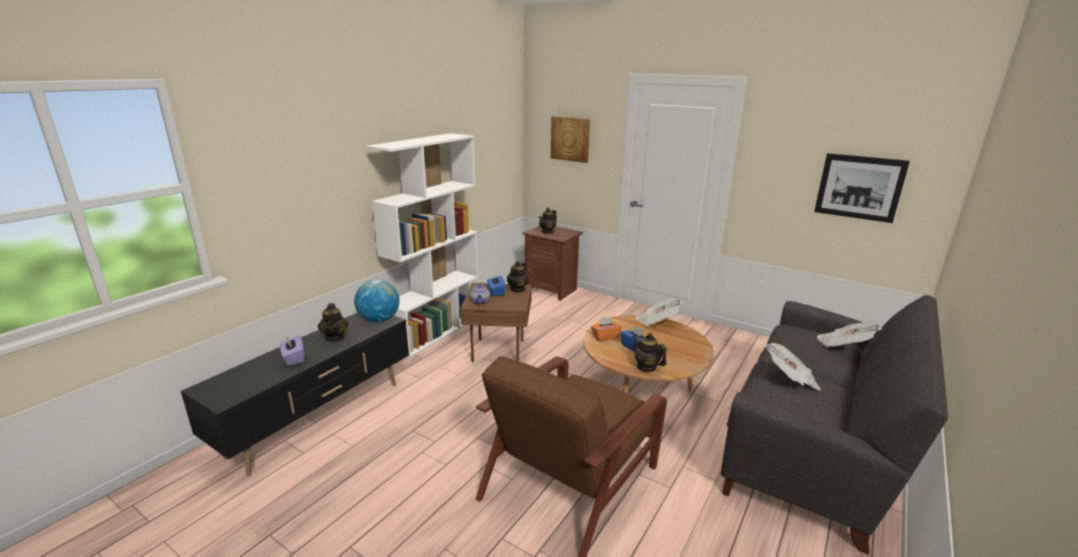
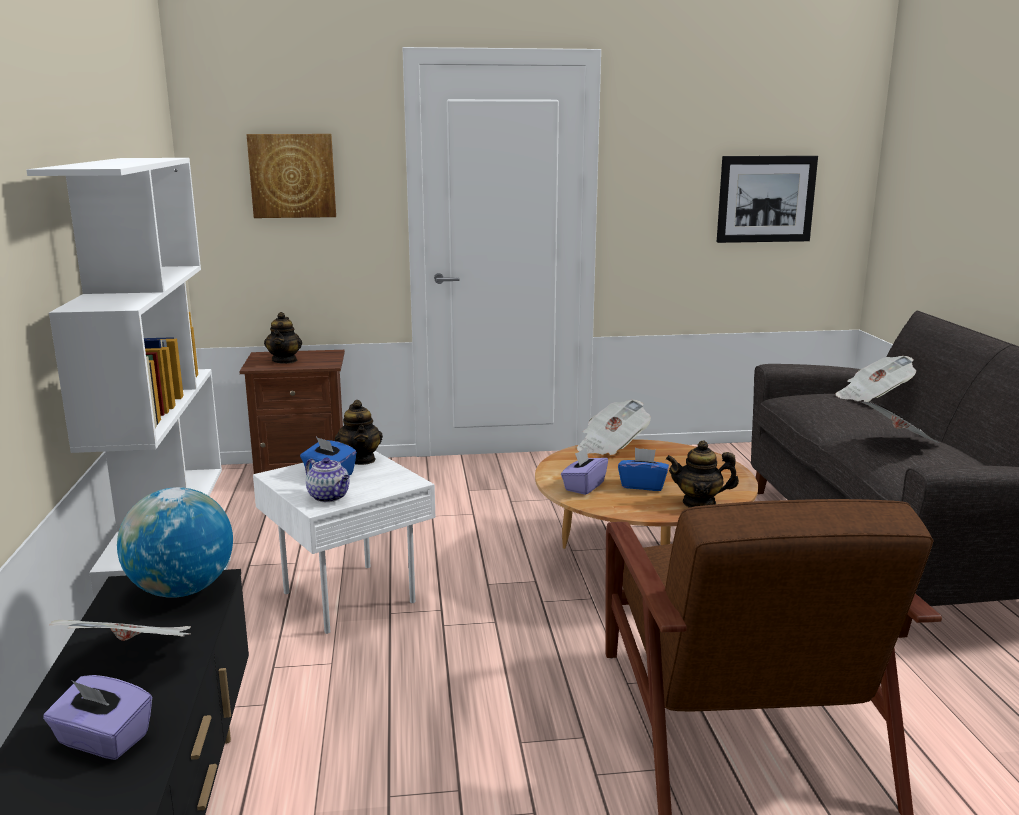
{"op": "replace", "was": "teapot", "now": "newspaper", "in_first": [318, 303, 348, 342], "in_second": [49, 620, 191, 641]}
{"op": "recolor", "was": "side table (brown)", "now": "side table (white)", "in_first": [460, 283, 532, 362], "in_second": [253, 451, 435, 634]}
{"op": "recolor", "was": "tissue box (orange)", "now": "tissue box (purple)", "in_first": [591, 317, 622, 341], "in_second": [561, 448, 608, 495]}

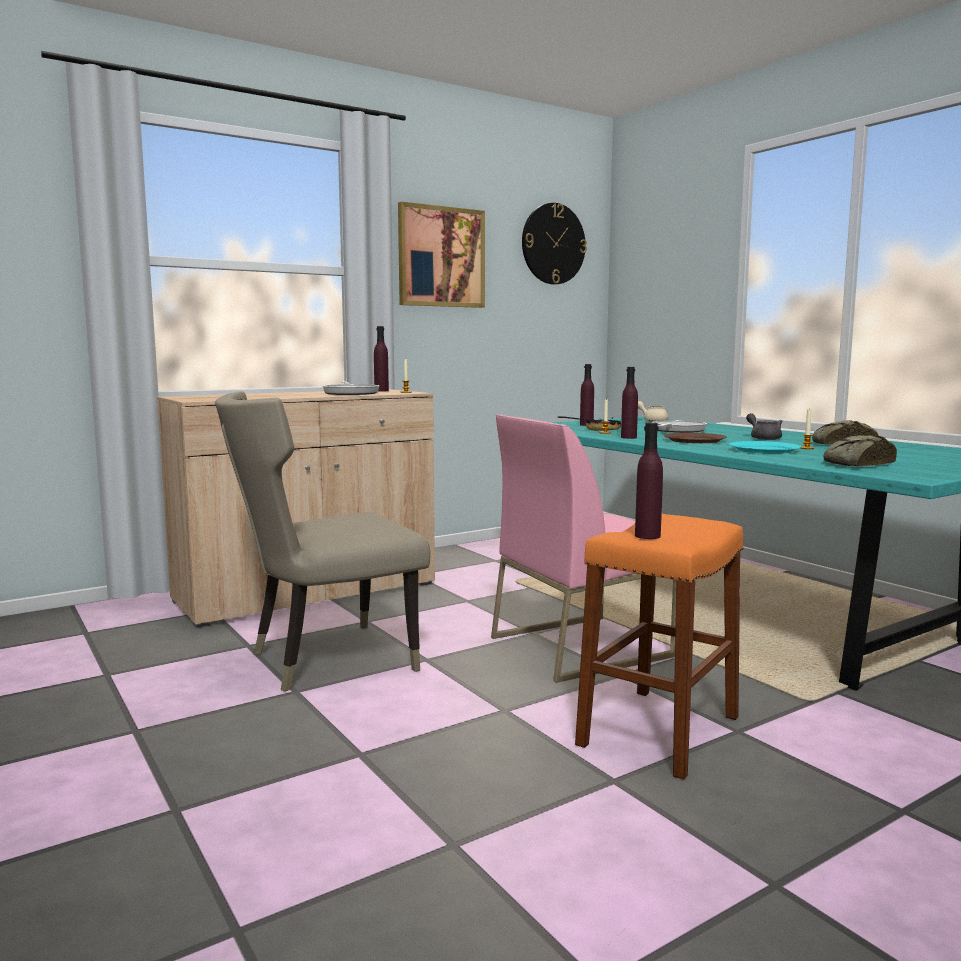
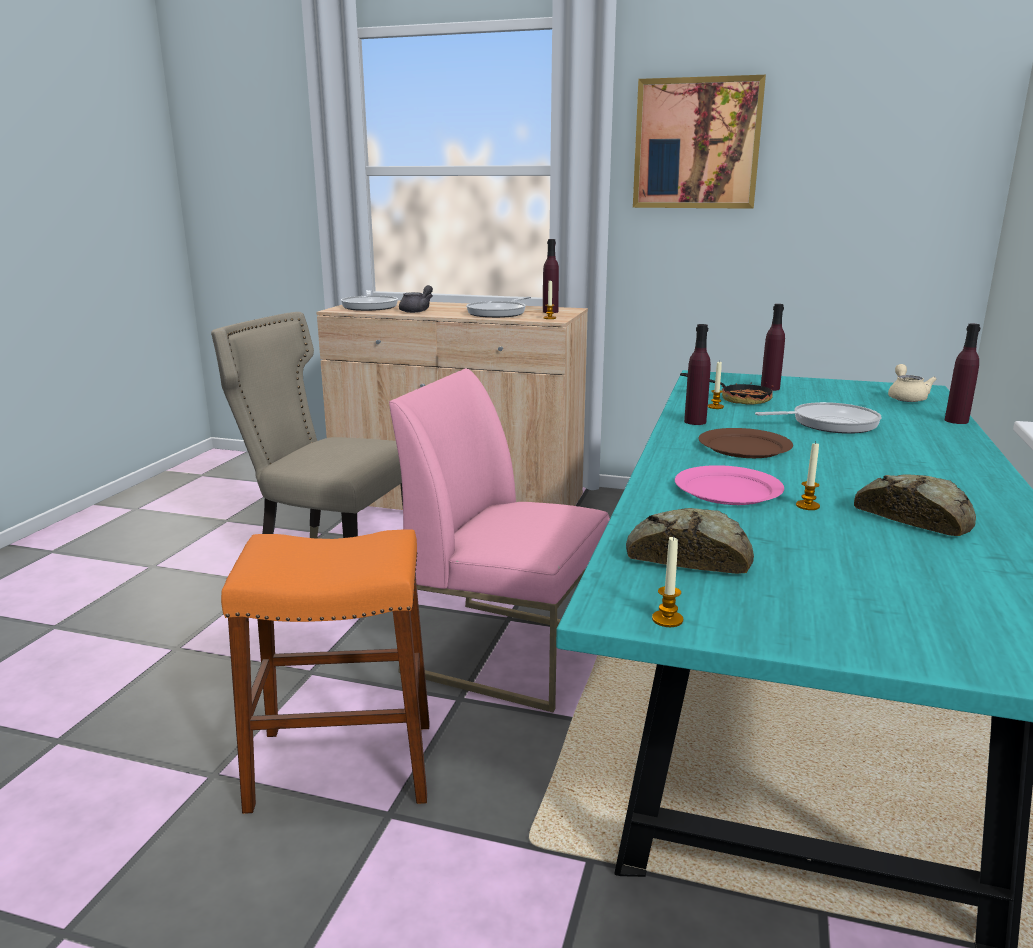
{"op": "delete", "was": "wall clock", "in_first": [522, 203, 587, 285]}
{"op": "move", "was": "bottle (purple)", "in_first": [635, 423, 663, 539], "in_second": [945, 323, 980, 424]}
{"op": "recolor", "was": "plate (turquoise)", "now": "plate (pink)", "in_first": [729, 441, 801, 454], "in_second": [675, 465, 784, 505]}
{"op": "move", "was": "teapot (grey)", "in_first": [746, 413, 783, 440], "in_second": [399, 285, 433, 313]}
{"op": "insert", "now": "frying pan", "in_second": [341, 290, 398, 311]}
{"op": "insert", "now": "candle", "in_second": [652, 535, 683, 627]}

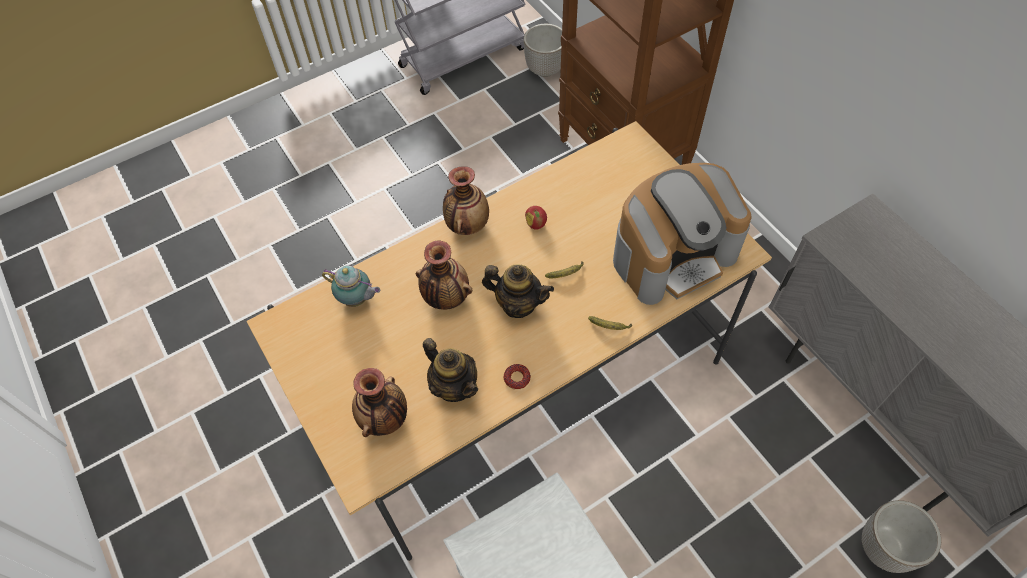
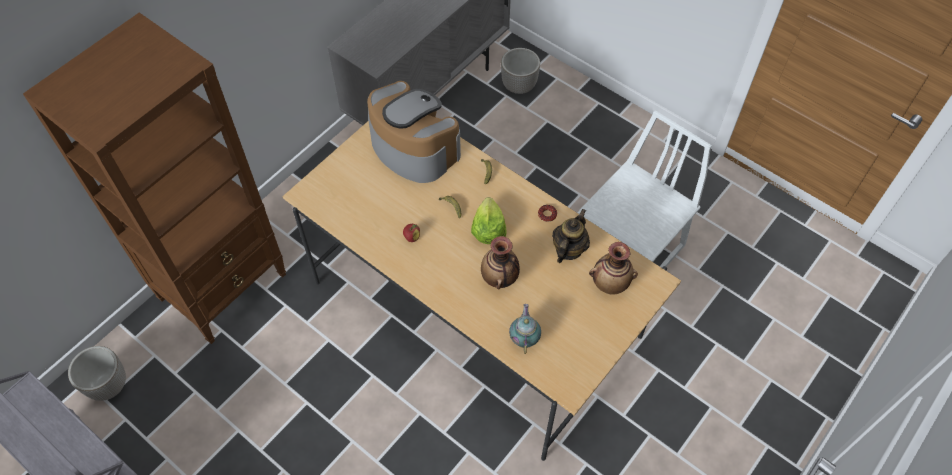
{"op": "delete", "was": "vase", "in_first": [443, 166, 489, 235]}
{"op": "replace", "was": "teapot", "now": "lettuce", "in_first": [482, 264, 554, 318], "in_second": [471, 197, 507, 244]}

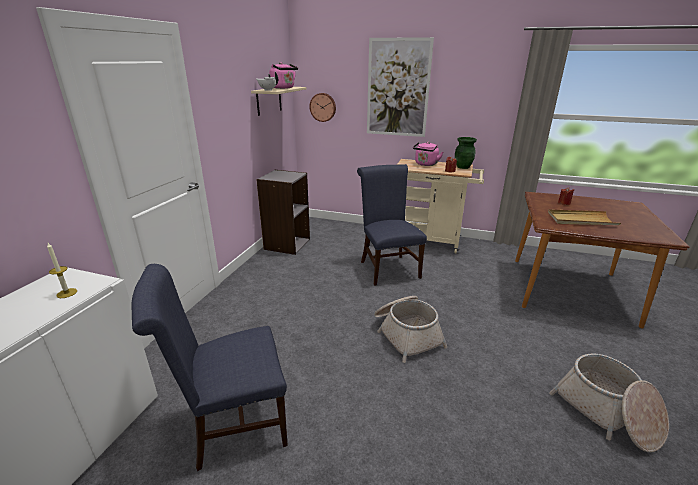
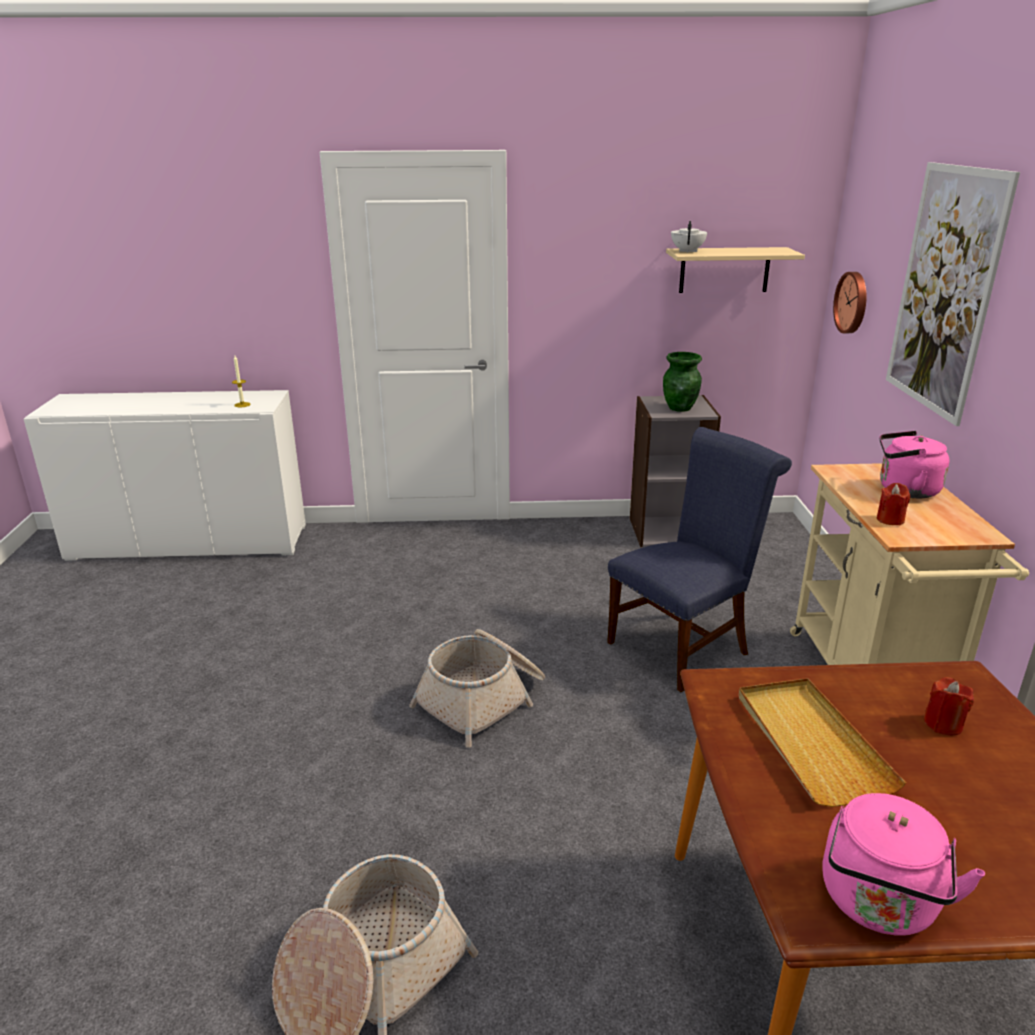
{"op": "delete", "was": "chair (blue)", "in_first": [132, 264, 288, 472]}
{"op": "move", "was": "kettle (pink)", "in_first": [269, 62, 298, 89], "in_second": [822, 793, 985, 936]}
{"op": "move", "was": "vase (green)", "in_first": [455, 137, 477, 169], "in_second": [663, 352, 702, 412]}

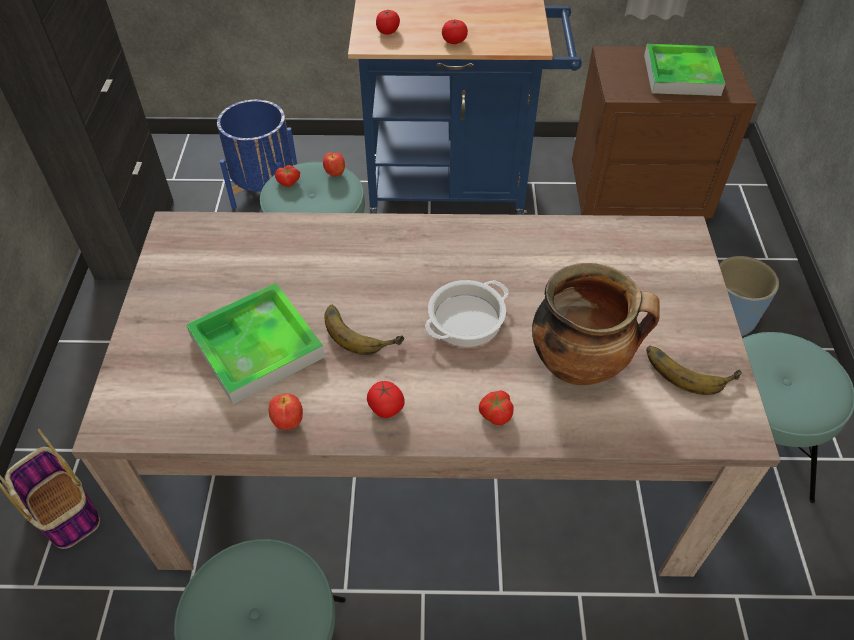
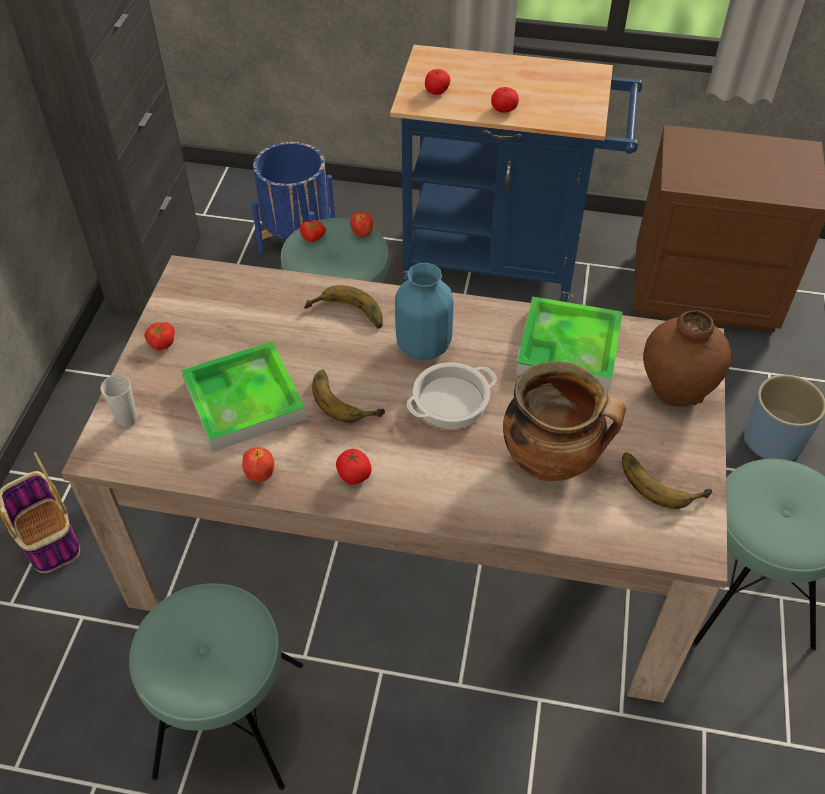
{"op": "move", "was": "tomato", "in_first": [479, 390, 514, 425], "in_second": [144, 322, 175, 350]}
{"op": "move", "was": "tray", "in_first": [644, 44, 725, 96], "in_second": [515, 296, 622, 391]}
{"op": "insert", "now": "cup", "in_second": [100, 375, 138, 427]}
{"op": "insert", "now": "banana", "in_second": [304, 285, 383, 329]}
{"op": "insert", "now": "vase (blue)", "in_second": [395, 263, 453, 360]}
{"op": "insert", "now": "vase (brown)", "in_second": [643, 310, 731, 407]}

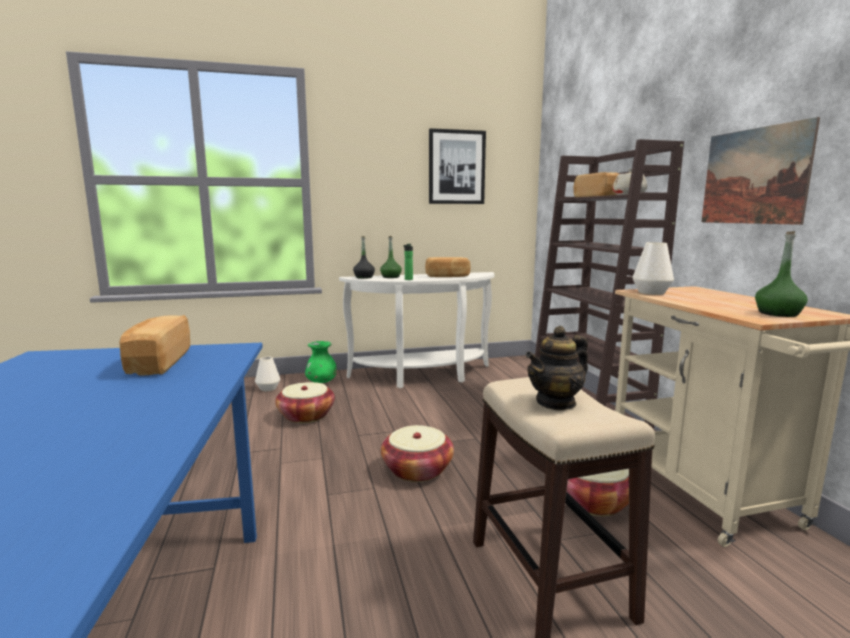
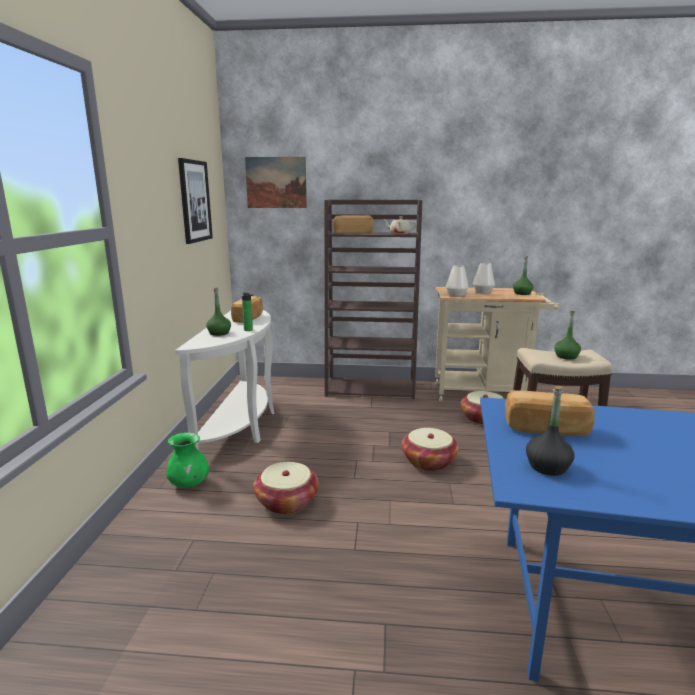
{"op": "move", "was": "vase (white)", "in_first": [255, 356, 280, 391], "in_second": [473, 263, 495, 293]}
{"op": "move", "was": "bottle (black)", "in_first": [353, 236, 375, 279], "in_second": [526, 386, 575, 476]}
{"op": "replace", "was": "teapot", "now": "bottle (green)", "in_first": [525, 326, 588, 411], "in_second": [554, 311, 581, 359]}
{"op": "move", "was": "picture", "in_first": [701, 117, 820, 225], "in_second": [245, 157, 307, 208]}

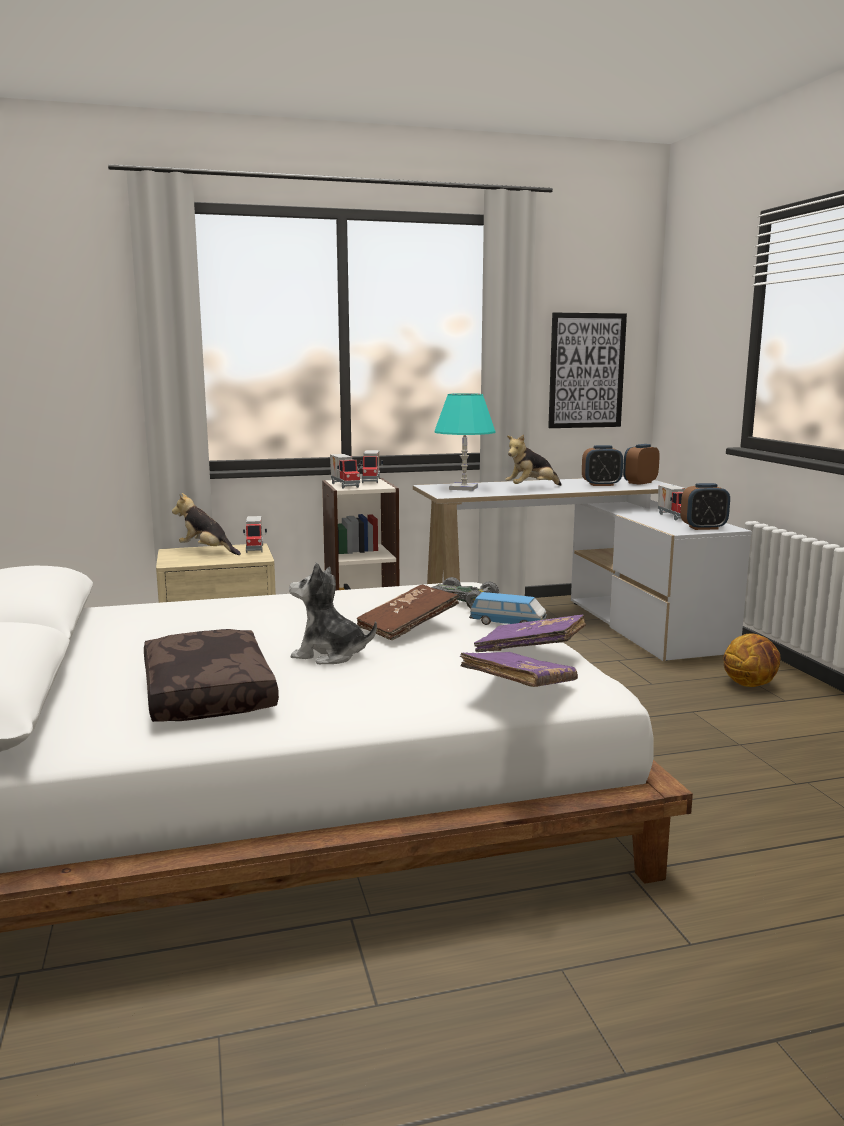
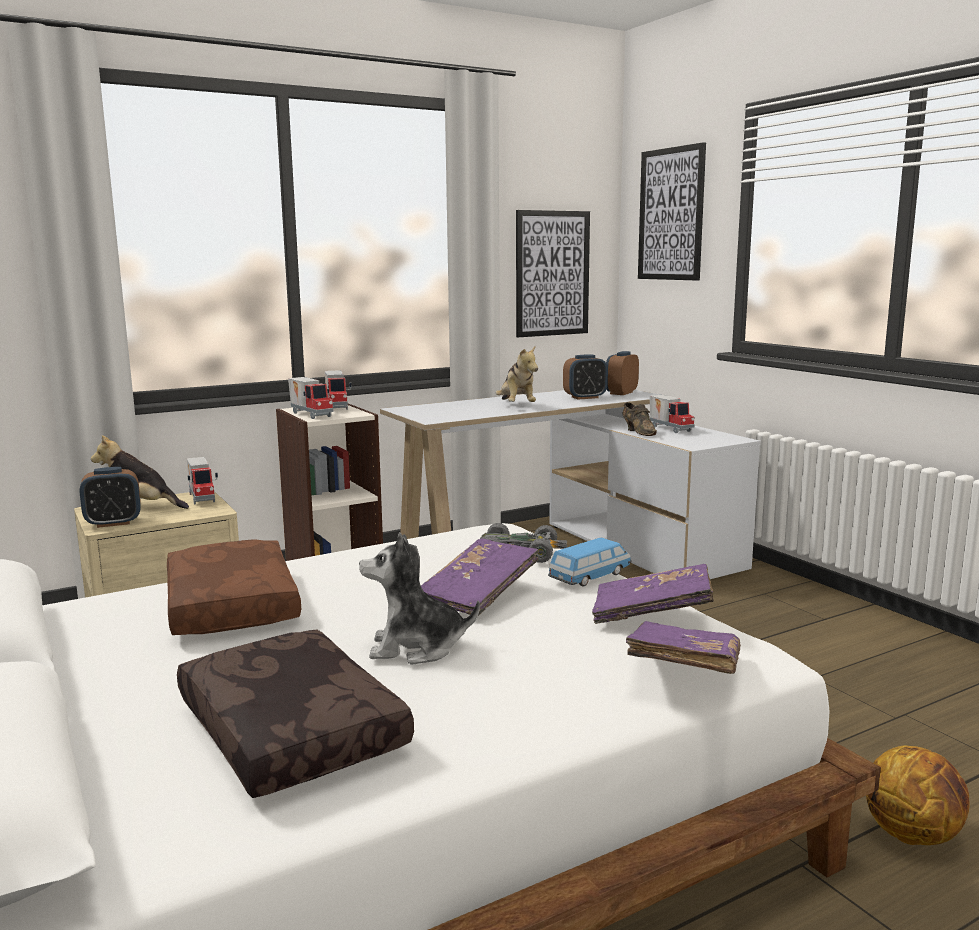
{"op": "recolor", "was": "book (brown)", "now": "book (purple)", "in_first": [357, 585, 459, 640], "in_second": [421, 538, 539, 616]}
{"op": "delete", "was": "table lamp (turquoise)", "in_first": [435, 393, 496, 491]}
{"op": "rotate", "was": "toy car", "in_first": [469, 592, 547, 625], "in_second": [548, 538, 632, 587], "clockwise": -45}
{"op": "rotate", "was": "plush toy", "in_first": [505, 434, 561, 486], "in_second": [496, 346, 538, 402], "clockwise": -60}
{"op": "move", "was": "alarm clock", "in_first": [680, 483, 730, 530], "in_second": [80, 467, 140, 528]}
{"op": "move", "was": "basketball", "in_first": [723, 633, 781, 687], "in_second": [866, 745, 970, 845]}
{"op": "insert", "now": "pillow (brown)", "in_second": [167, 539, 301, 635]}
{"op": "insert", "now": "shoe (brown)", "in_second": [622, 402, 657, 436]}
{"op": "insert", "now": "picture", "in_second": [638, 142, 706, 281]}

